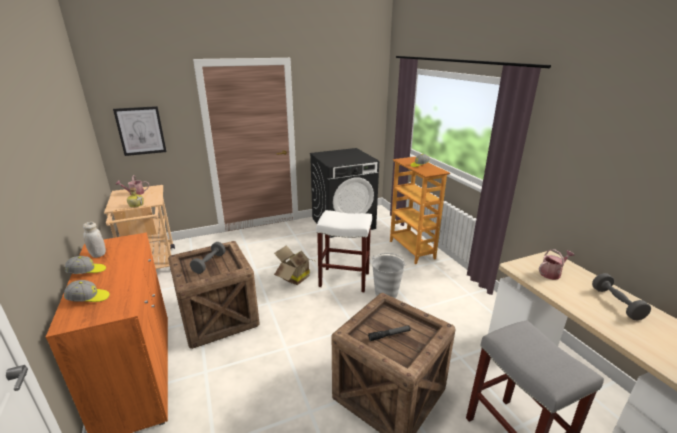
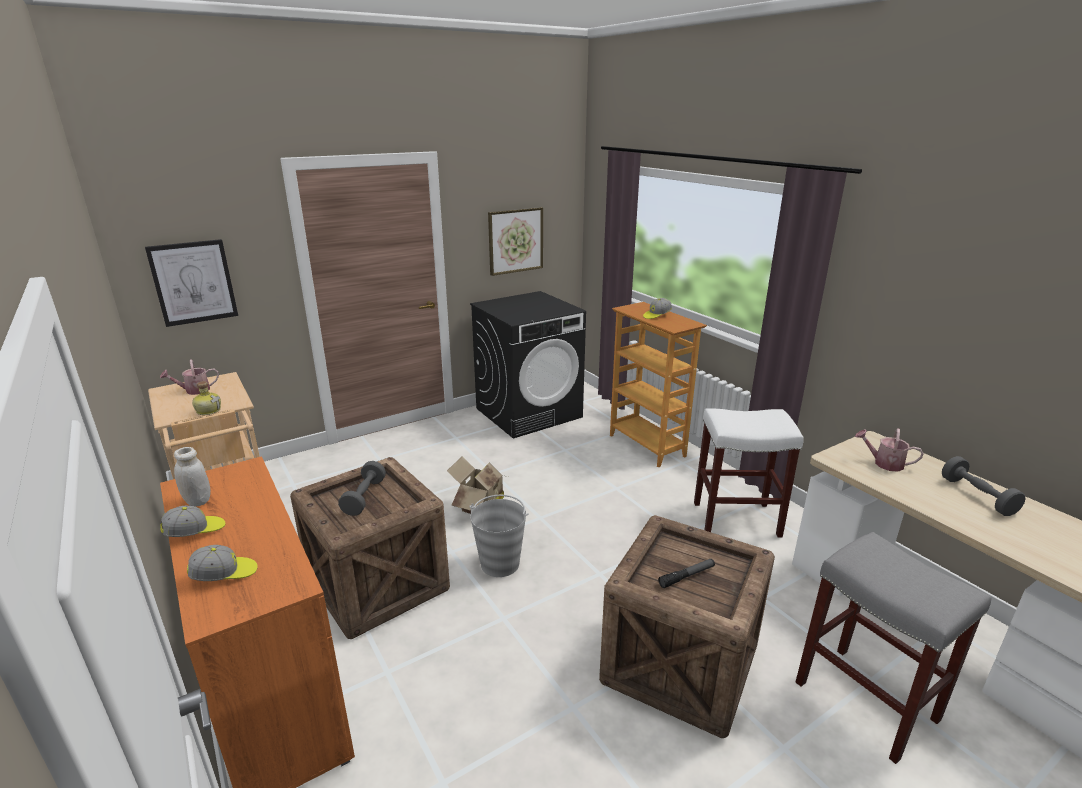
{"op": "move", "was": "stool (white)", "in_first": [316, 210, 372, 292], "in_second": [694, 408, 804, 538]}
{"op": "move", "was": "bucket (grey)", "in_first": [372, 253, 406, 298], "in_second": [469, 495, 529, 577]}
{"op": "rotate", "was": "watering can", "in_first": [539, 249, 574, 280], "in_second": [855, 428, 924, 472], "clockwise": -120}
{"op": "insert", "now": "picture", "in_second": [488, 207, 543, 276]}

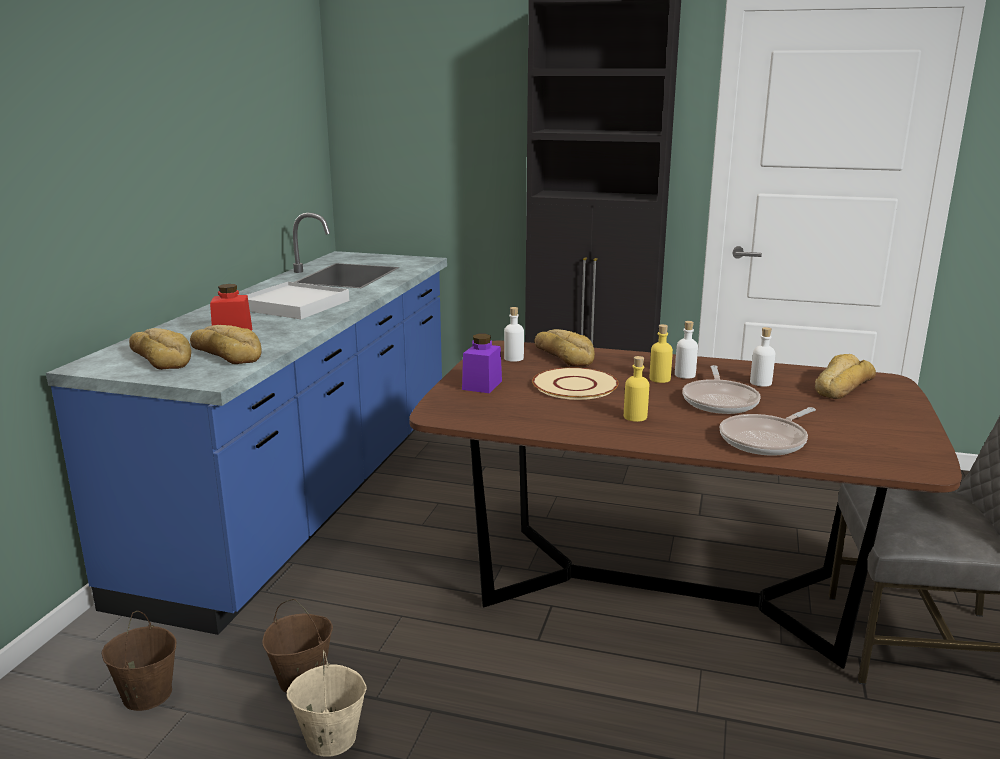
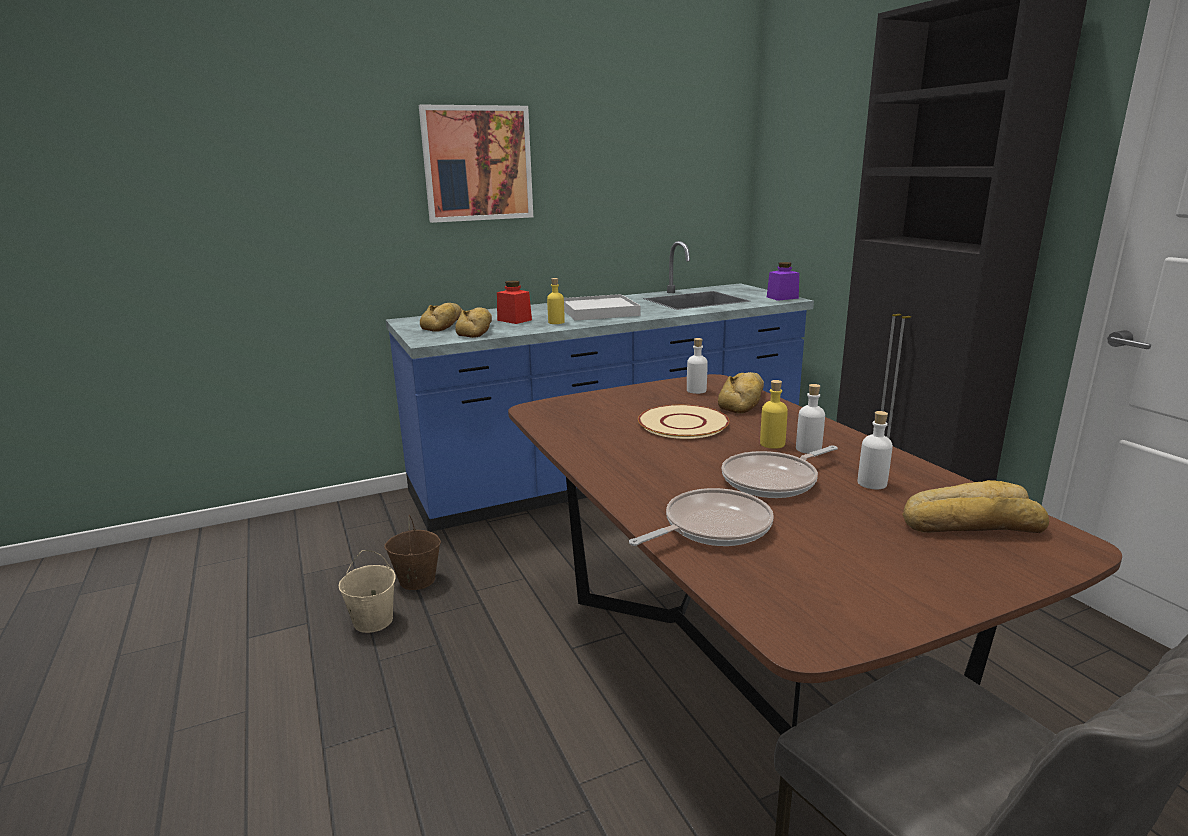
{"op": "delete", "was": "bucket (brown)", "in_first": [102, 611, 176, 711]}
{"op": "move", "was": "jar (purple)", "in_first": [462, 334, 502, 393], "in_second": [767, 262, 799, 301]}
{"op": "move", "was": "bottle (yellow)", "in_first": [624, 356, 649, 422], "in_second": [547, 278, 565, 324]}
{"op": "rotate", "was": "frying pan", "in_first": [720, 407, 816, 456], "in_second": [629, 488, 774, 546], "clockwise": 135}
{"op": "insert", "now": "picture", "in_second": [419, 105, 533, 223]}

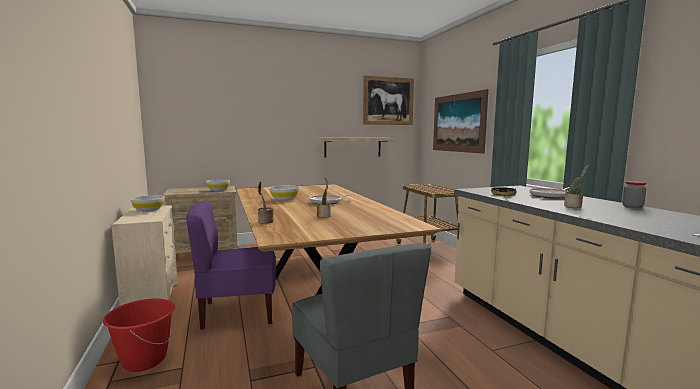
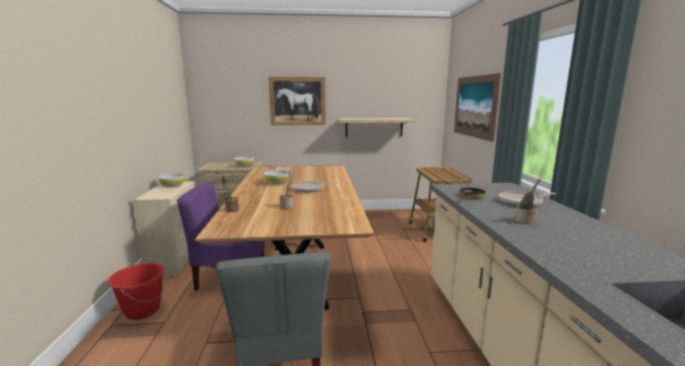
{"op": "move", "was": "picture", "in_first": [363, 76, 414, 125], "in_second": [269, 77, 326, 125]}
{"op": "delete", "was": "jar", "in_first": [622, 181, 646, 208]}

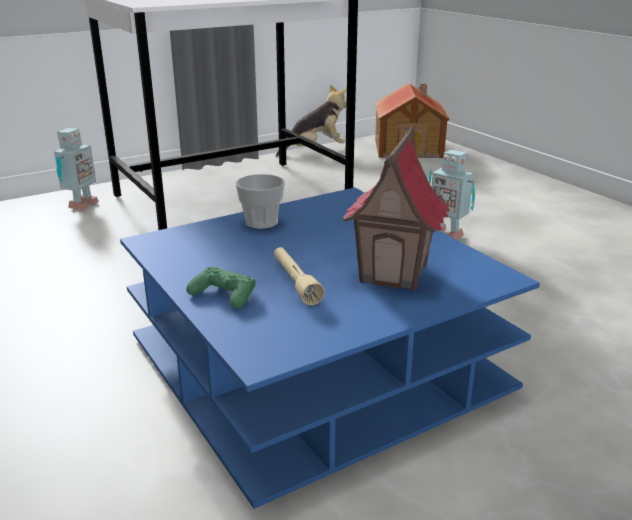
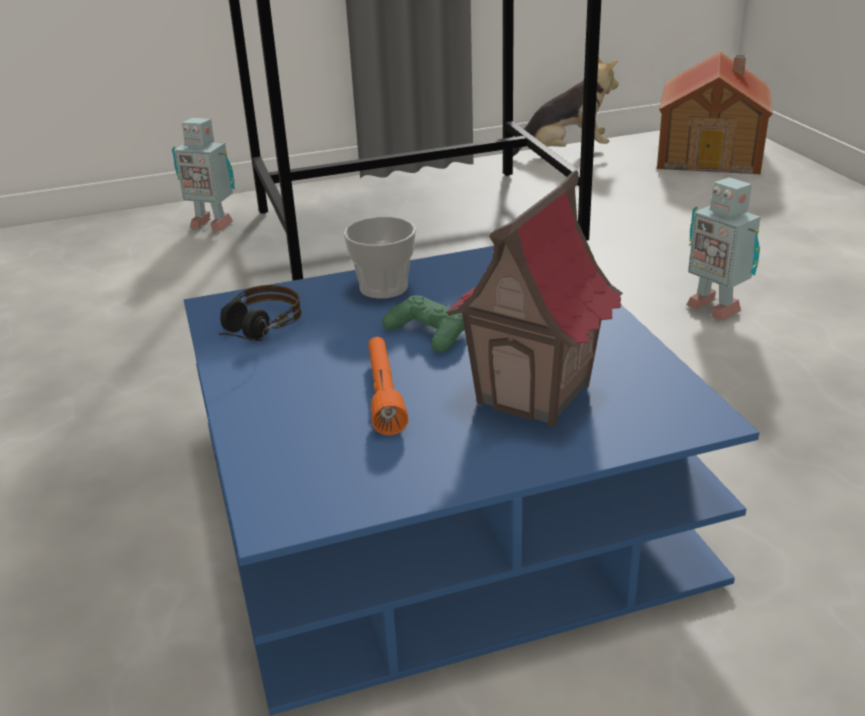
{"op": "rotate", "was": "toy robot", "in_first": [54, 128, 99, 210], "in_second": [172, 118, 235, 231], "clockwise": 75}
{"op": "move", "was": "game controller (green)", "in_first": [186, 267, 256, 309], "in_second": [382, 295, 465, 353]}
{"op": "recolor", "was": "flashlight (beige)", "now": "flashlight (orange)", "in_first": [274, 247, 325, 305], "in_second": [368, 337, 408, 435]}
{"op": "insert", "now": "headphones", "in_second": [219, 285, 301, 341]}

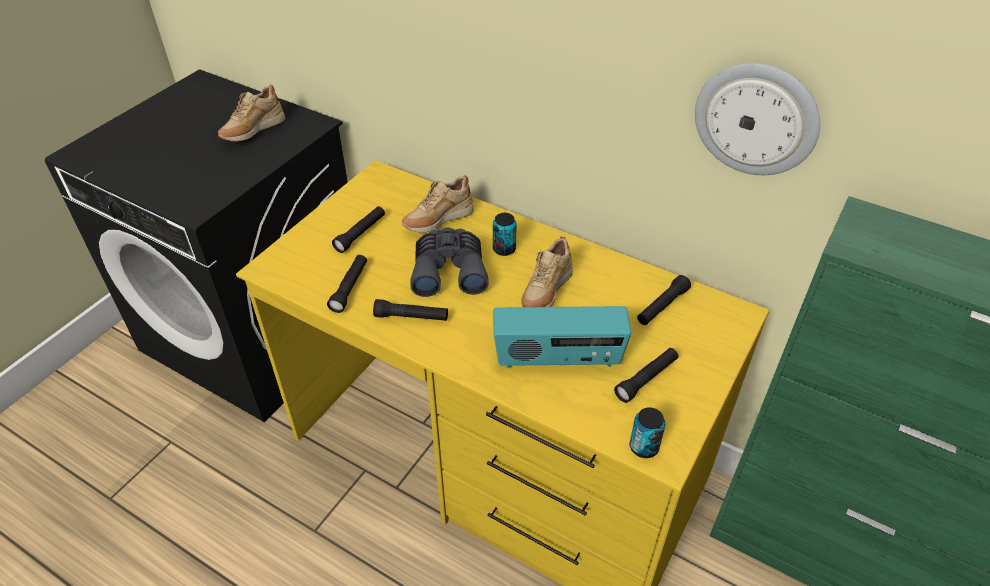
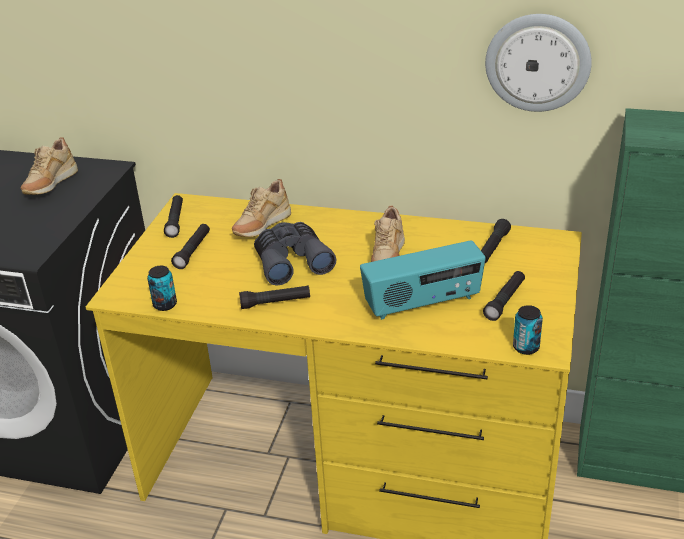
{"op": "move", "was": "flashlight (black)", "in_first": [327, 255, 367, 313], "in_second": [164, 195, 183, 238]}
{"op": "move", "was": "can", "in_first": [493, 213, 517, 256], "in_second": [147, 266, 177, 311]}

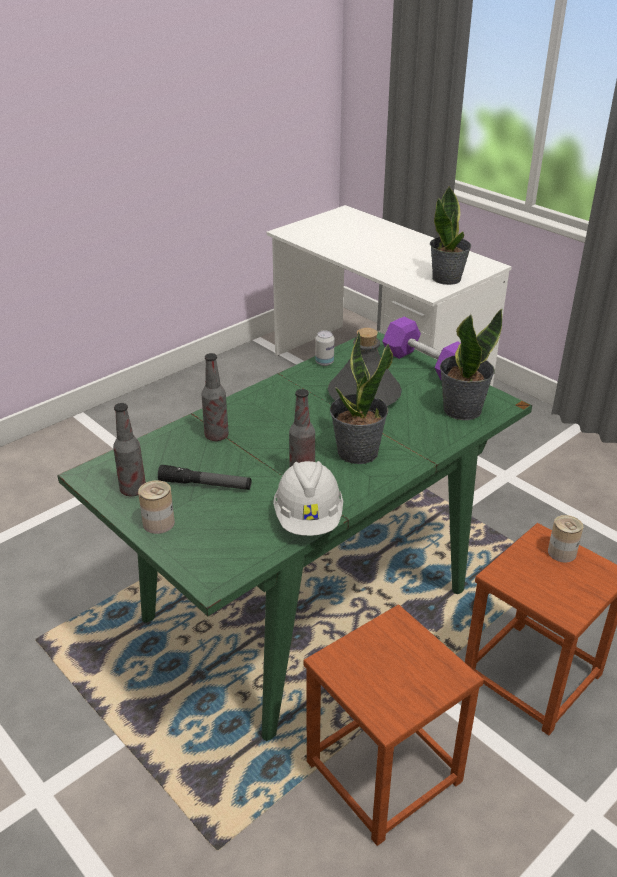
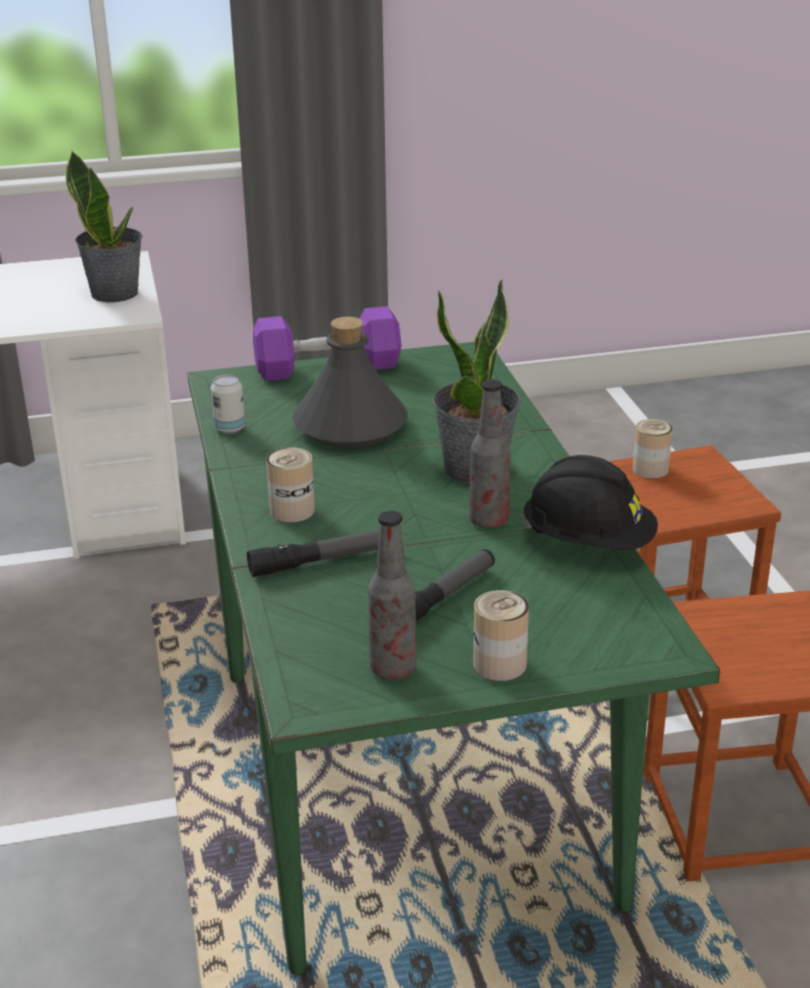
{"op": "replace", "was": "bottle", "now": "flashlight", "in_first": [201, 353, 229, 441], "in_second": [247, 529, 380, 577]}
{"op": "recolor", "was": "hard hat (white)", "now": "hard hat (black)", "in_first": [273, 461, 343, 536], "in_second": [522, 455, 658, 550]}
{"op": "delete", "was": "potted plant", "in_first": [440, 308, 503, 420]}
{"op": "insert", "now": "can", "in_second": [266, 447, 315, 522]}

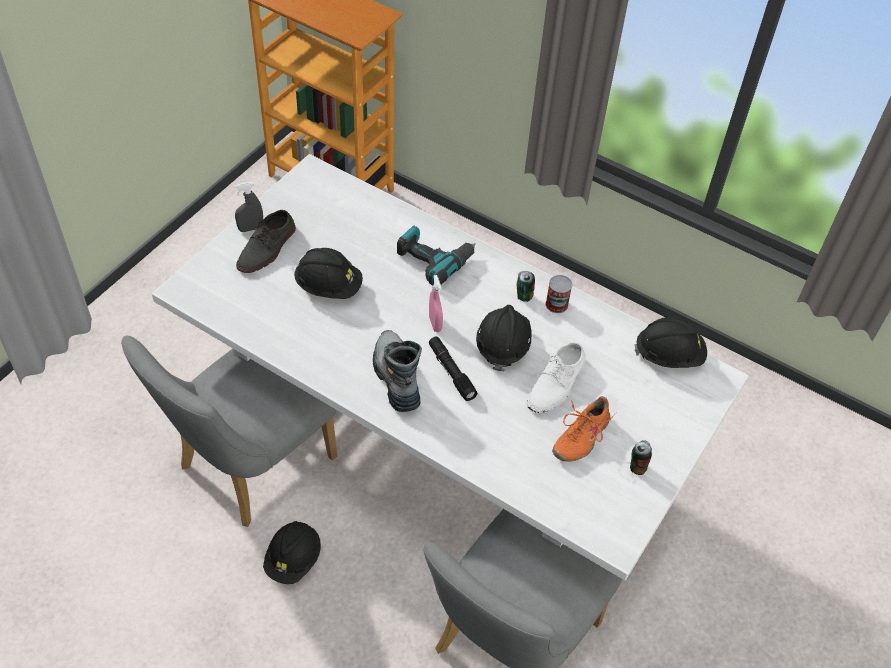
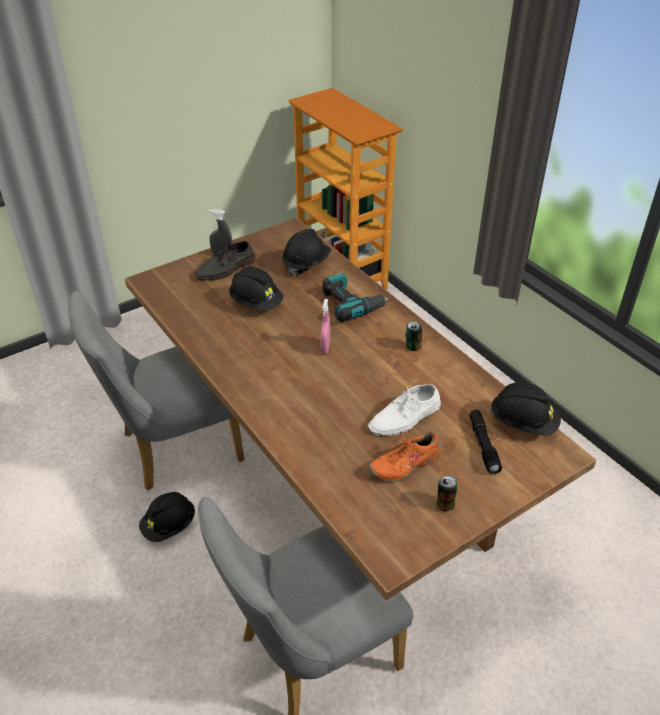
{"op": "recolor", "was": "dining table (white)", "now": "dining table (brown)", "in_first": [152, 154, 749, 580], "in_second": [125, 218, 596, 600]}
{"op": "delete", "was": "boot", "in_first": [373, 330, 422, 412]}
{"op": "move", "was": "flashlight (black)", "in_first": [429, 336, 477, 401], "in_second": [470, 410, 502, 474]}
{"op": "move", "was": "hard hat (black)", "in_first": [476, 305, 531, 371], "in_second": [282, 229, 331, 276]}
{"op": "delete", "was": "can", "in_first": [546, 275, 572, 313]}

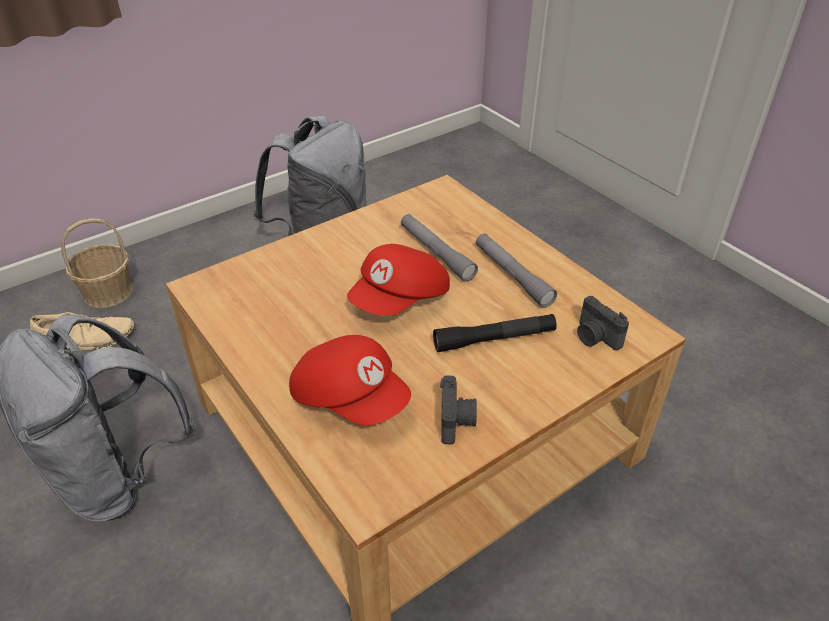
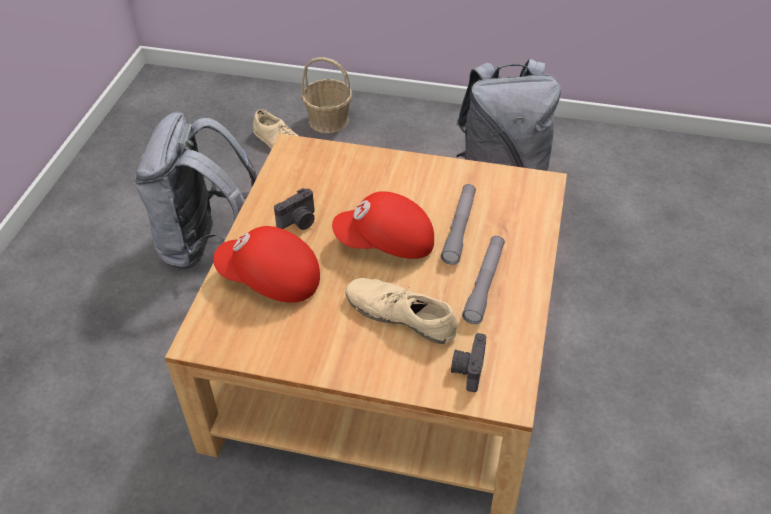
{"op": "rotate", "was": "cap (red)", "in_first": [289, 335, 411, 426], "in_second": [213, 226, 320, 303], "clockwise": 105}
{"op": "replace", "was": "flashlight (black)", "now": "shoe (beige)", "in_first": [433, 314, 557, 352], "in_second": [345, 278, 457, 344]}
{"op": "move", "was": "photo camera", "in_first": [440, 376, 477, 444], "in_second": [274, 188, 315, 230]}

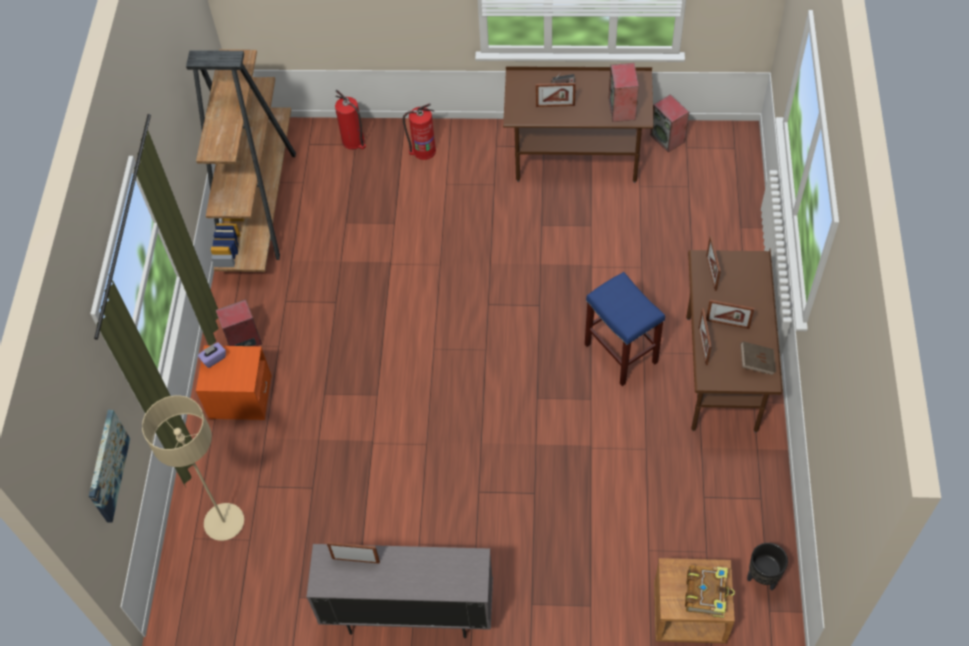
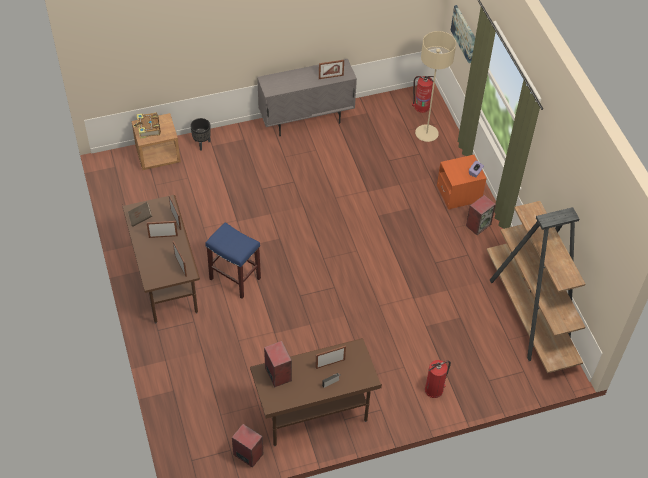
{"op": "move", "was": "fire extinguisher", "in_first": [335, 90, 366, 150], "in_second": [412, 76, 434, 113]}
{"op": "move", "was": "planter (black)", "in_first": [747, 543, 788, 591], "in_second": [190, 118, 211, 150]}

